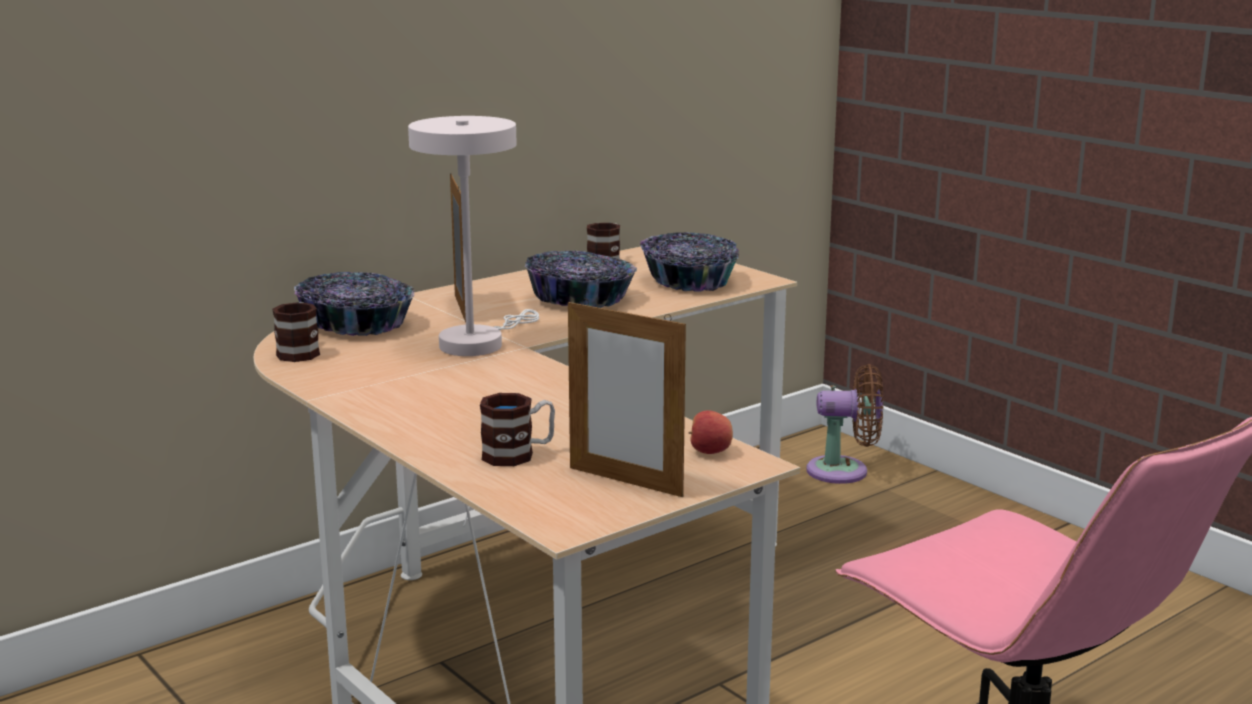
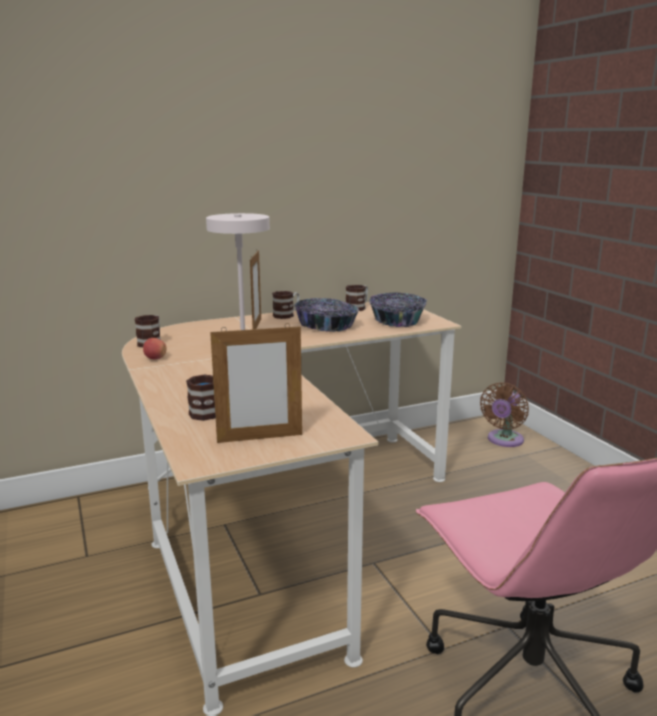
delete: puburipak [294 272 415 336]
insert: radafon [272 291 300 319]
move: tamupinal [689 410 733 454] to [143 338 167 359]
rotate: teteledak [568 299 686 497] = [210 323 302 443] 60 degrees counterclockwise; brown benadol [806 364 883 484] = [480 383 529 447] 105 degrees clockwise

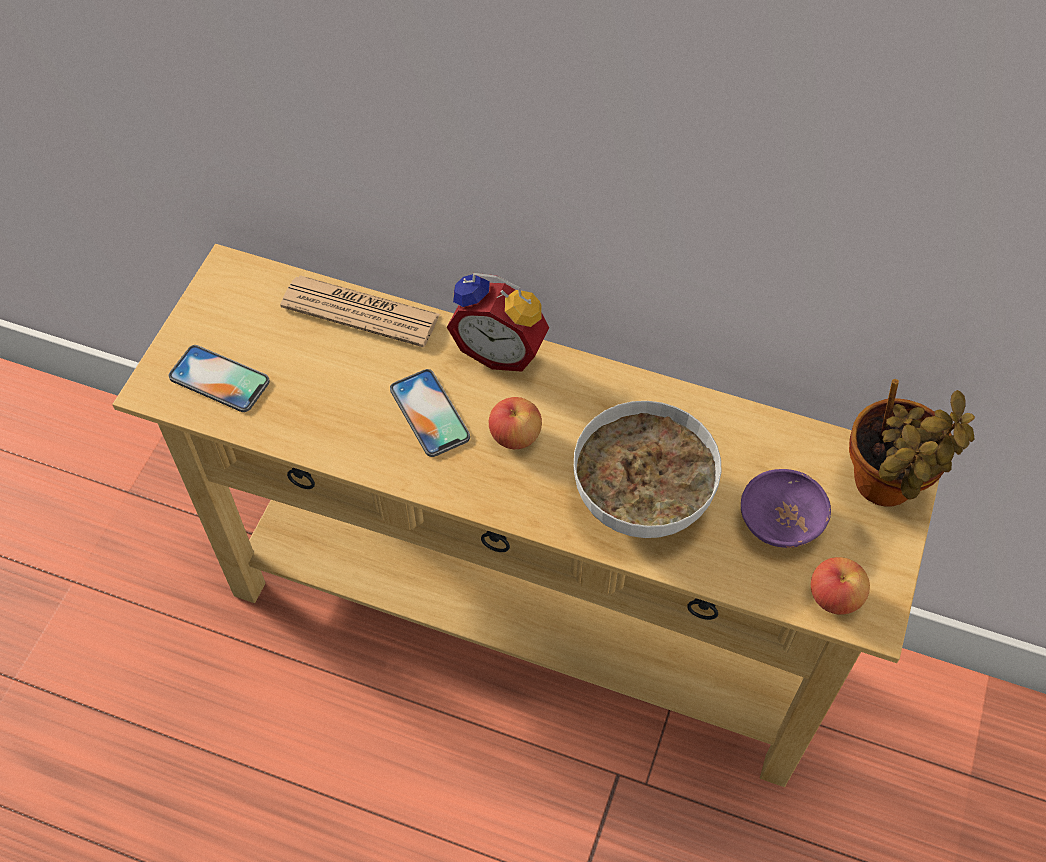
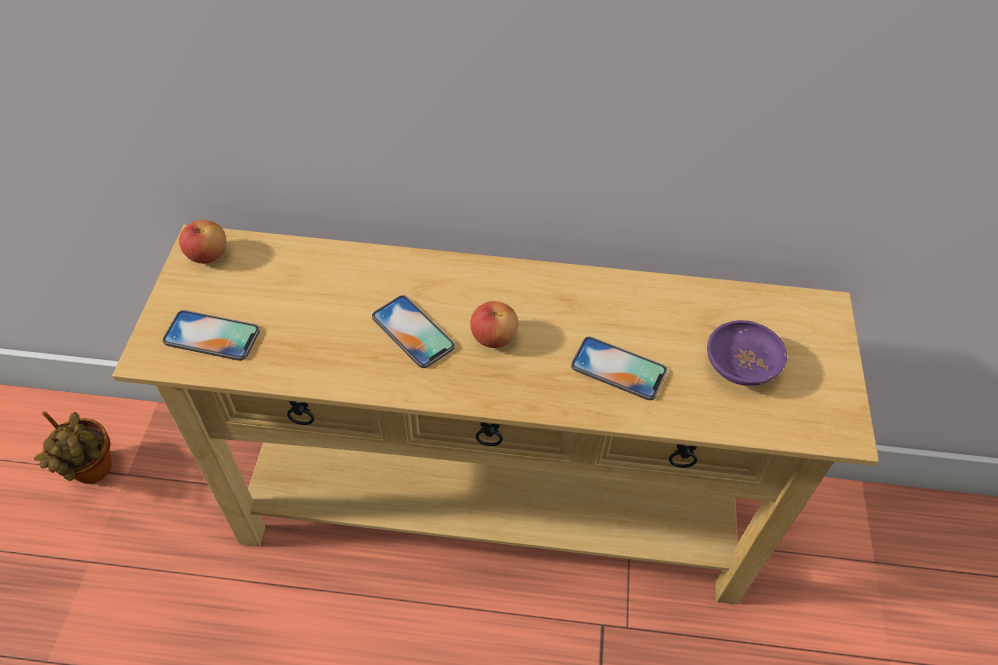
delete: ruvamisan [280 275 440 347]; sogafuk [447 273 549 372]
move: tamupinal [811 557 870 615] to [179 220 226 264]; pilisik [849 379 975 507] to [34 411 112 484]
replace: puburipak [574 401 722 538] to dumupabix [571 336 667 400]

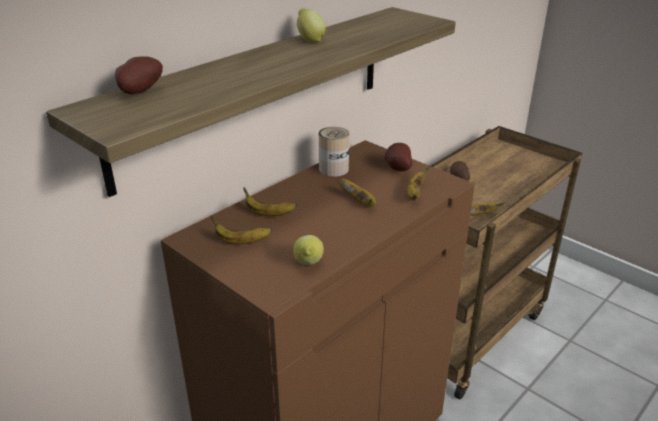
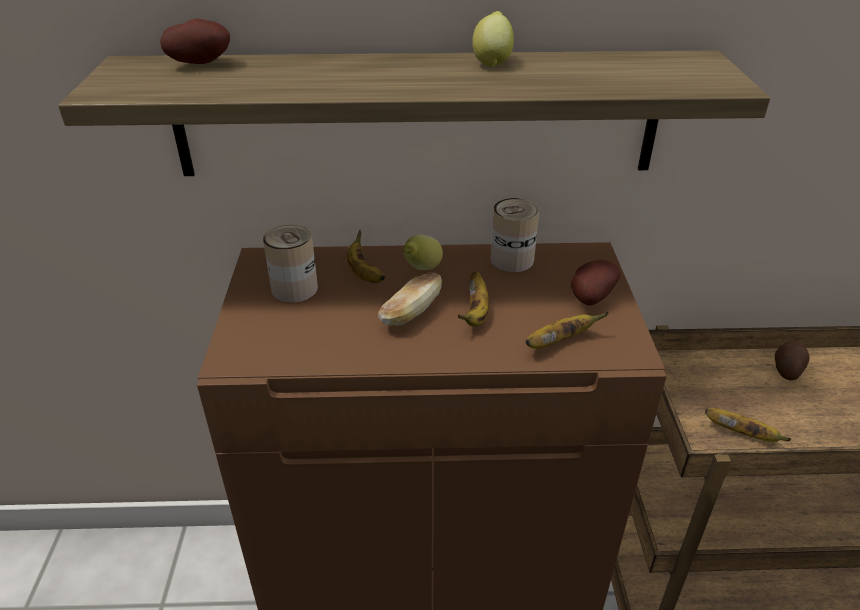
insert: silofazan [378 272 442 326]
move: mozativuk [293 235 324 265] to [404 235 443 270]
replace: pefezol [211 216 272 244] to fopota [263 224 318 303]

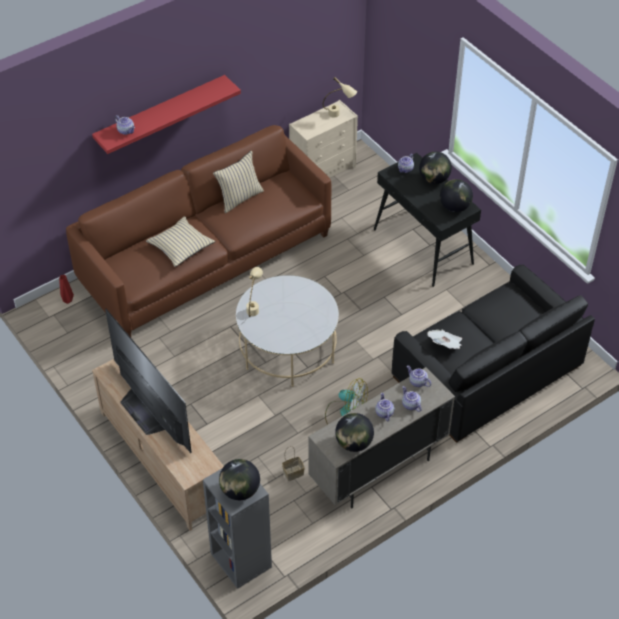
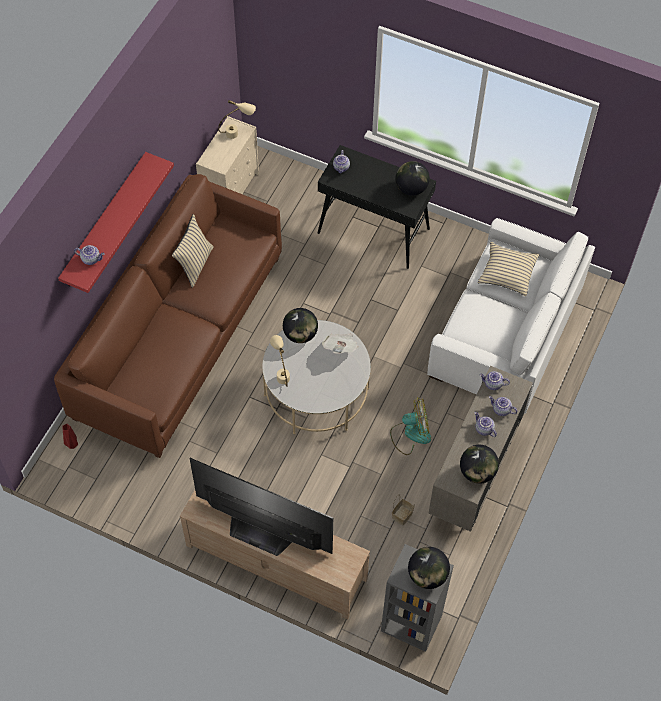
move: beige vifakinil [146 216 215 267] to [478 242 539 296]; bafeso [419 152 452 184] to [283 308 318 343]; ruvamisan [427 330 462 349] to [322 334 358 354]
recolor: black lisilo [391 264 595 443] to white lisilo [427 218 595 414]

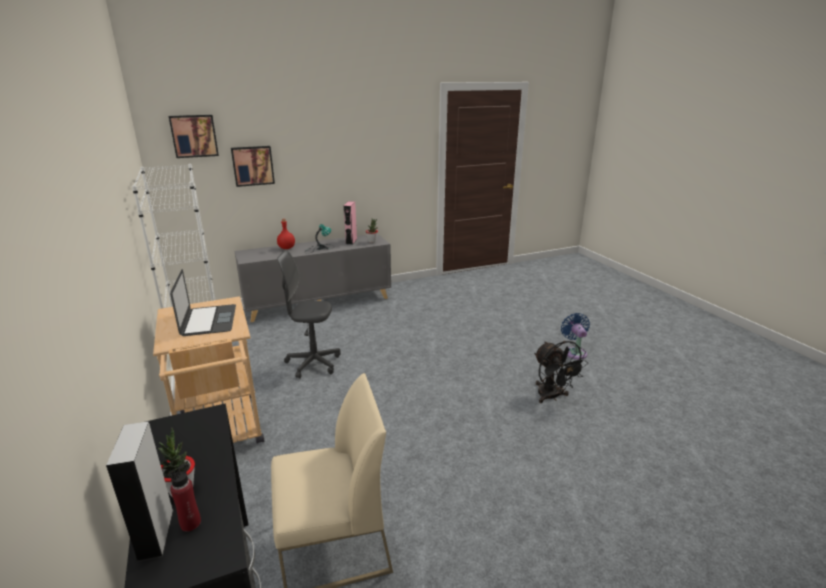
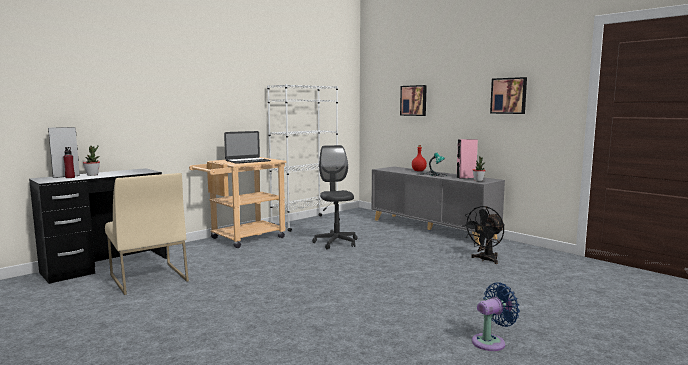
move: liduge [169 115 219 158] to [490 77 527 114]; black benadol [534 341 588 403] to [462 206 505 264]

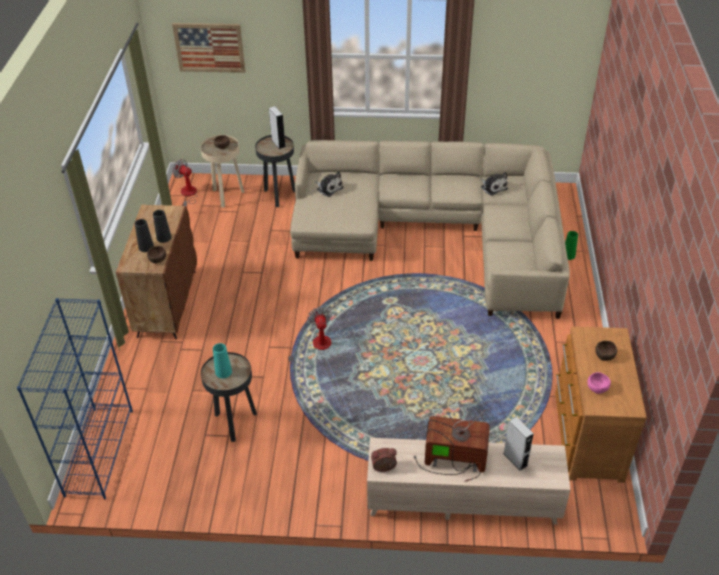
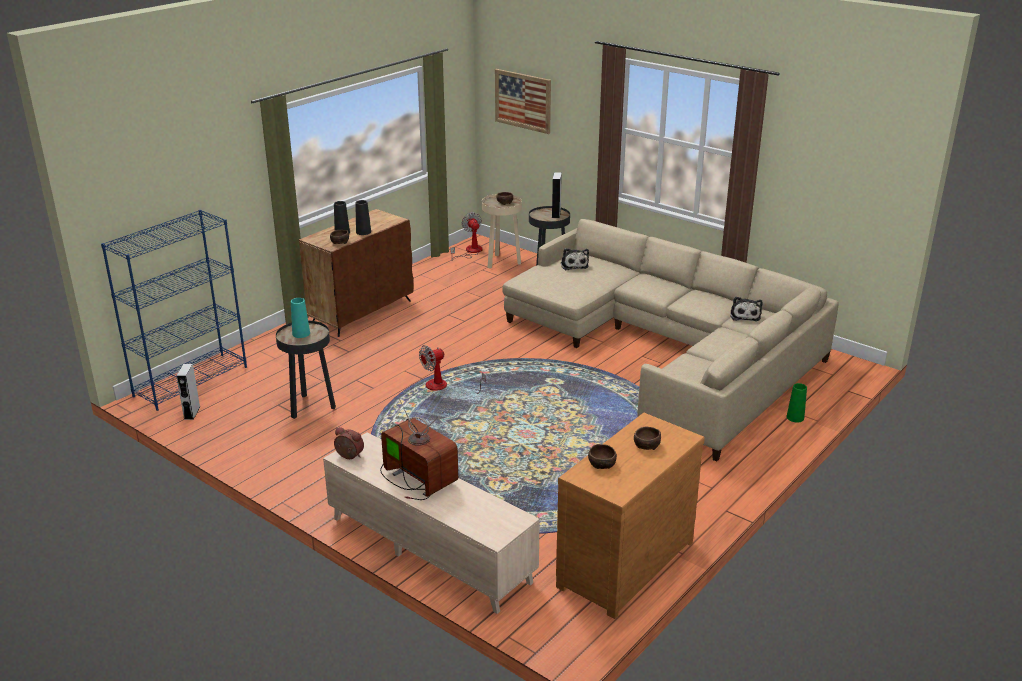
move: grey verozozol [503 417 534 471] to [176 364 200 420]
recolor: pink puburipak [587 372 611 394] to brown puburipak [588 444 617 469]
rotate: benadol [288 307 332 365] = [419 345 486 394] 150 degrees counterclockwise

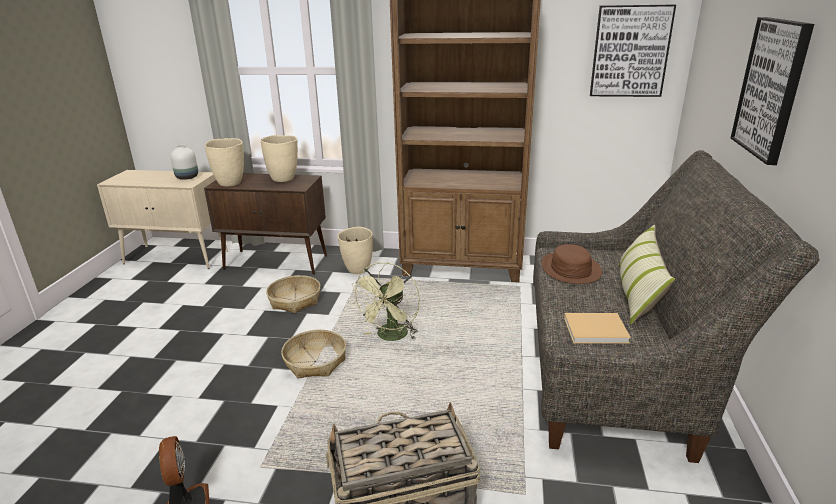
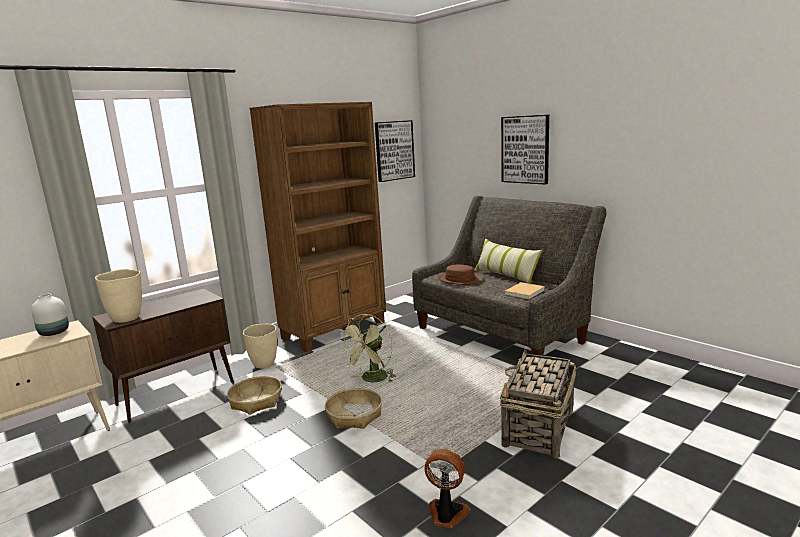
delete: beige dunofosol [260 135 298 182]
rotate: green benadol [351 262 420 341] = [340 314 396 383] 60 degrees clockwise

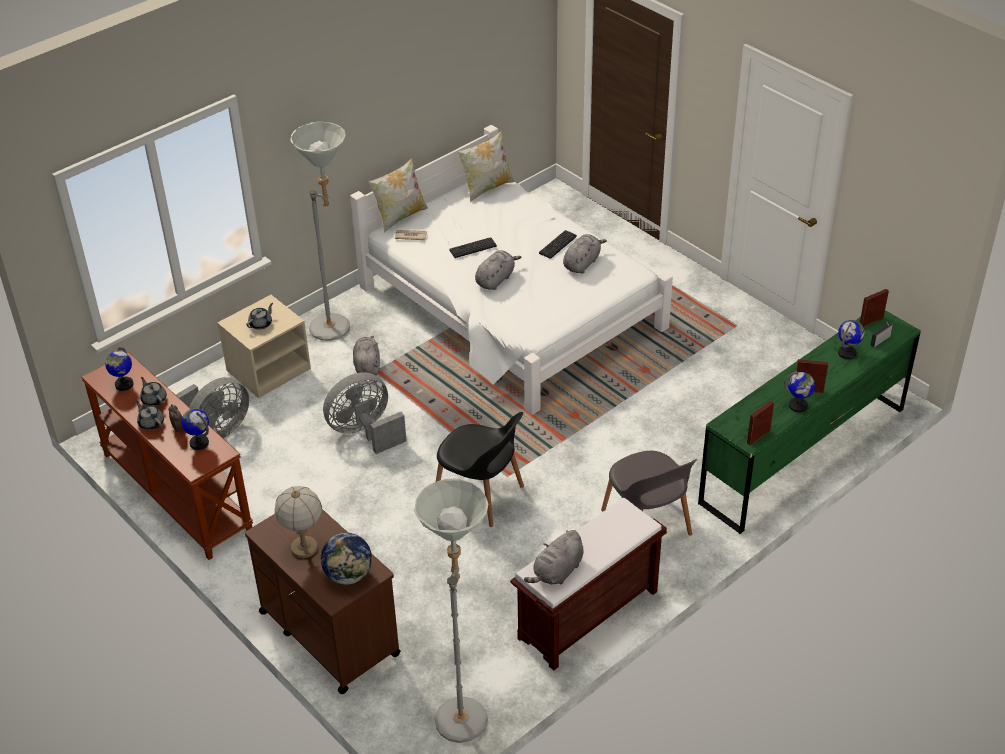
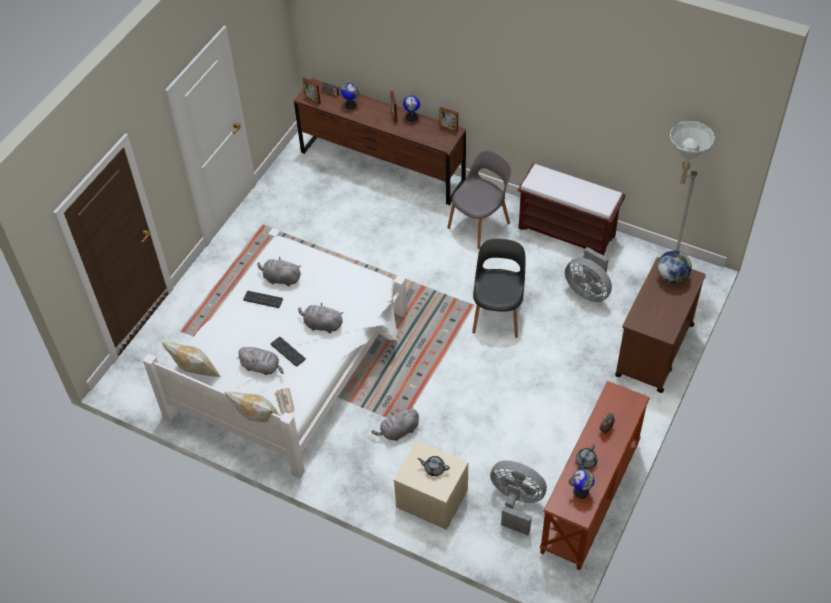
delete: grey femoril [136 401 164 430]; bafeso [181 408 209 450]; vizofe [275 486 322 558]; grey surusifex [290 122 350 341]
move: grey benadol [323 372 407 454] to [565 247 612 302]; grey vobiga [524 530 584 585] to [237 347 284 375]
recolor: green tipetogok [698 310 921 534] to brown tipetogok [294 78 466 205]

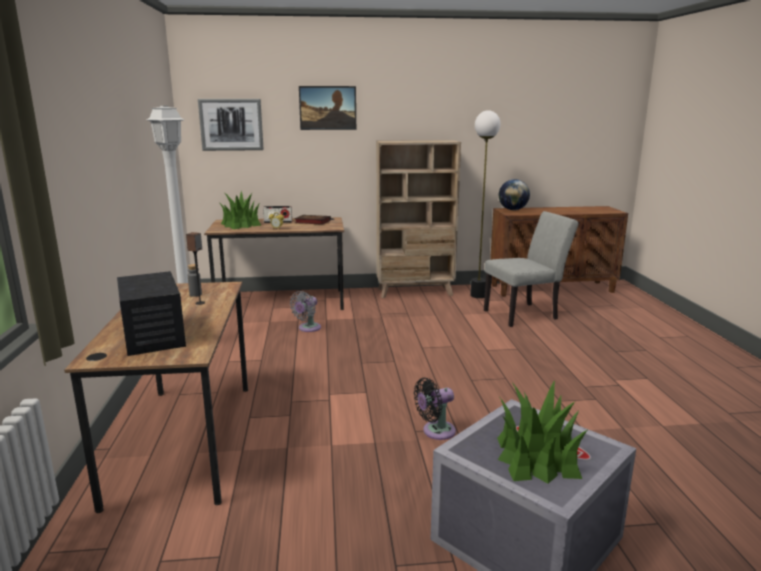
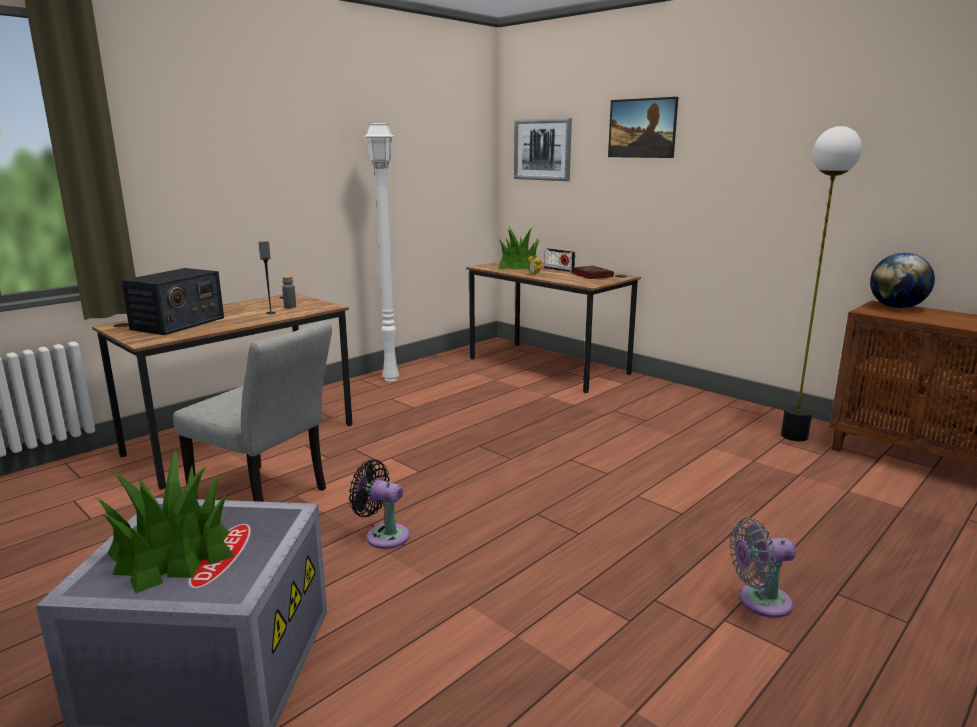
delete: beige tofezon [376 140 461 298]
move: grey benadol [290 291 321 332] to [729 518 796 618]; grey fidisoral [484 211 578 327] to [173 321 332 502]

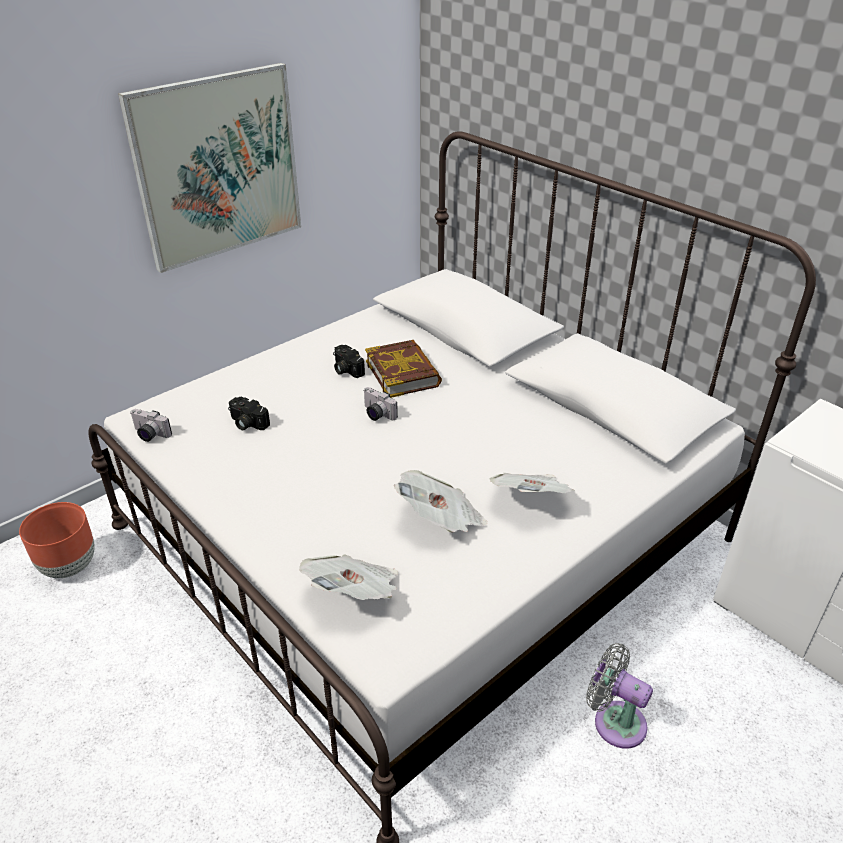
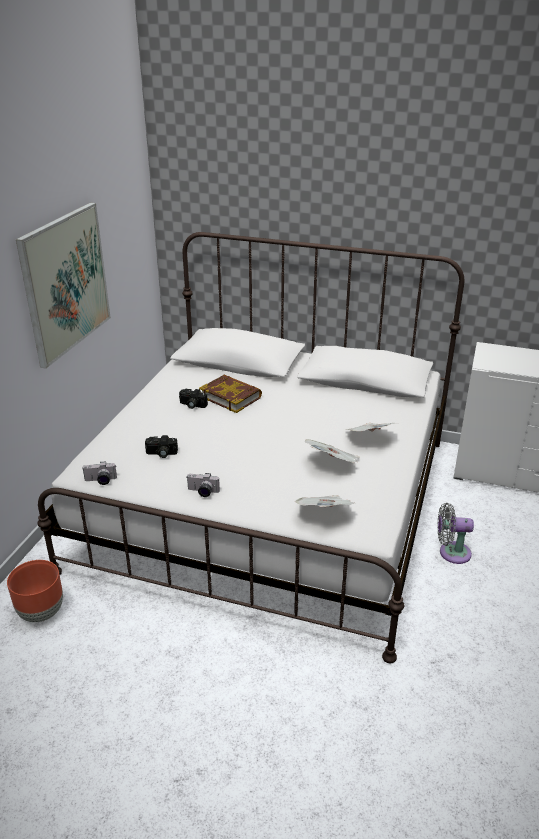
move: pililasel [363 387 398 421] to [187 473 220 497]

